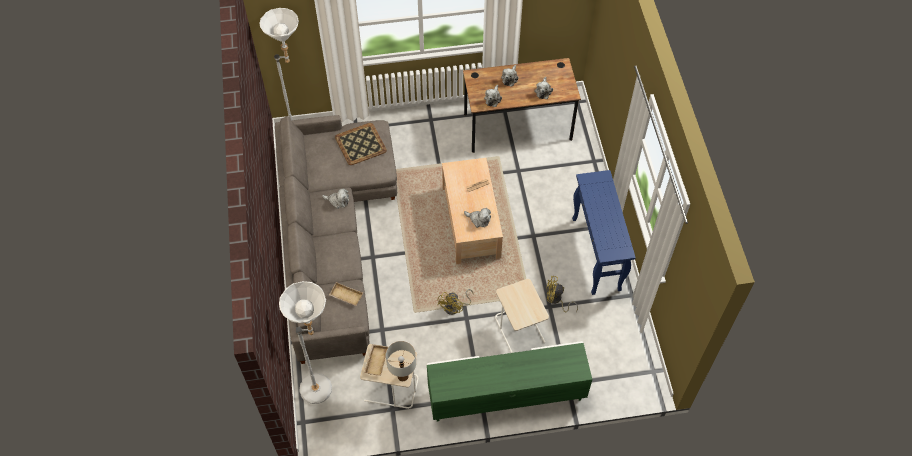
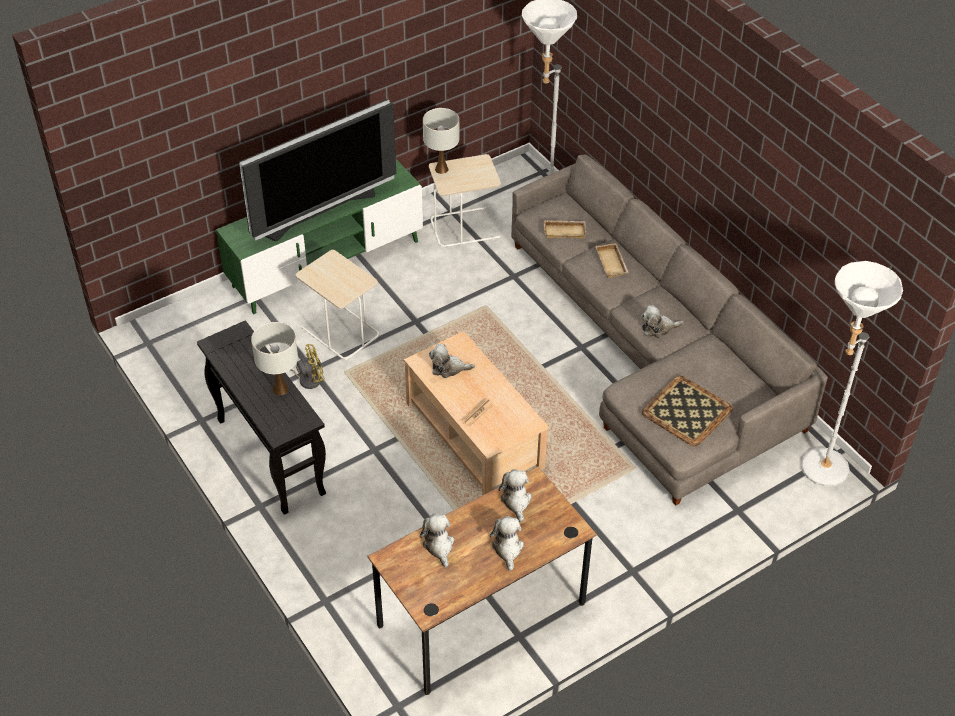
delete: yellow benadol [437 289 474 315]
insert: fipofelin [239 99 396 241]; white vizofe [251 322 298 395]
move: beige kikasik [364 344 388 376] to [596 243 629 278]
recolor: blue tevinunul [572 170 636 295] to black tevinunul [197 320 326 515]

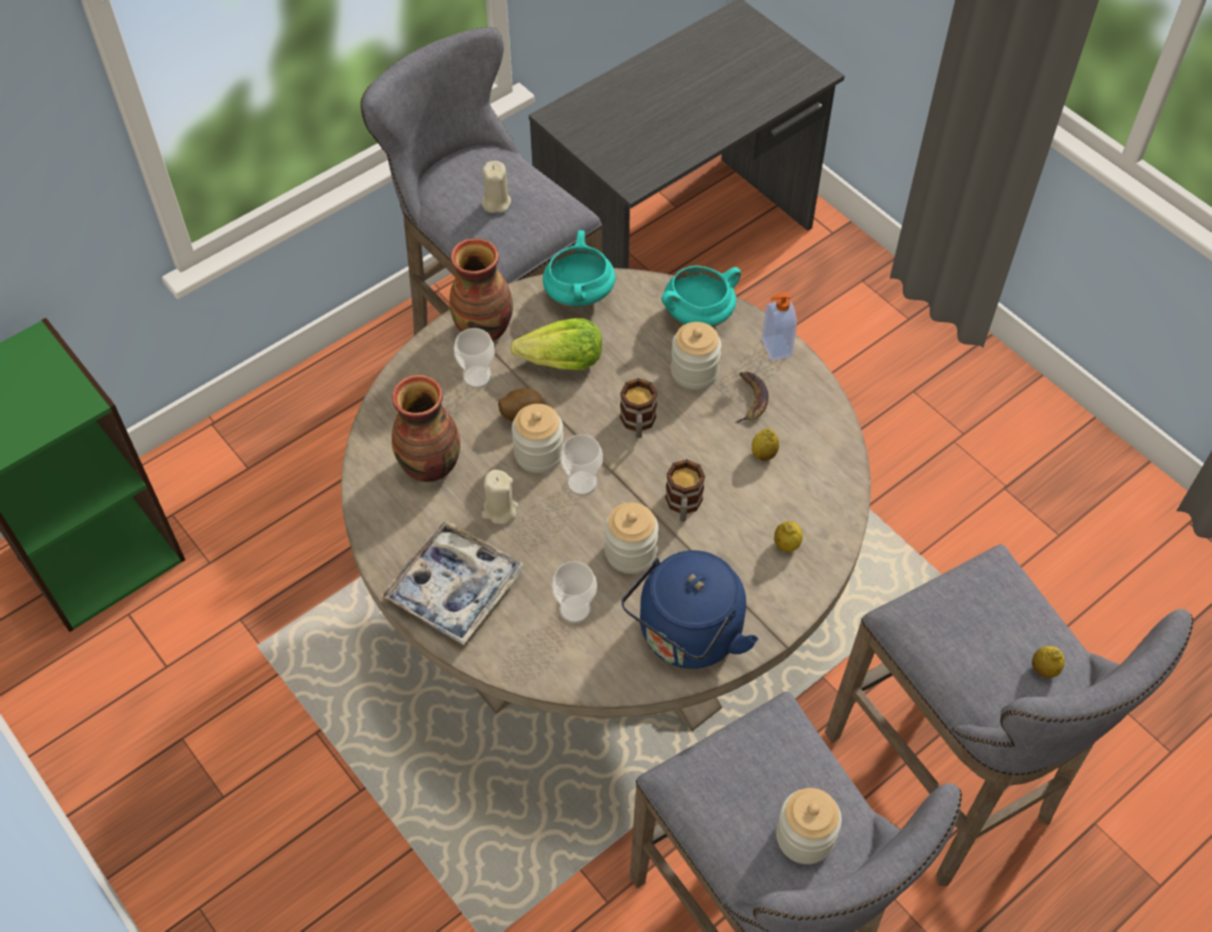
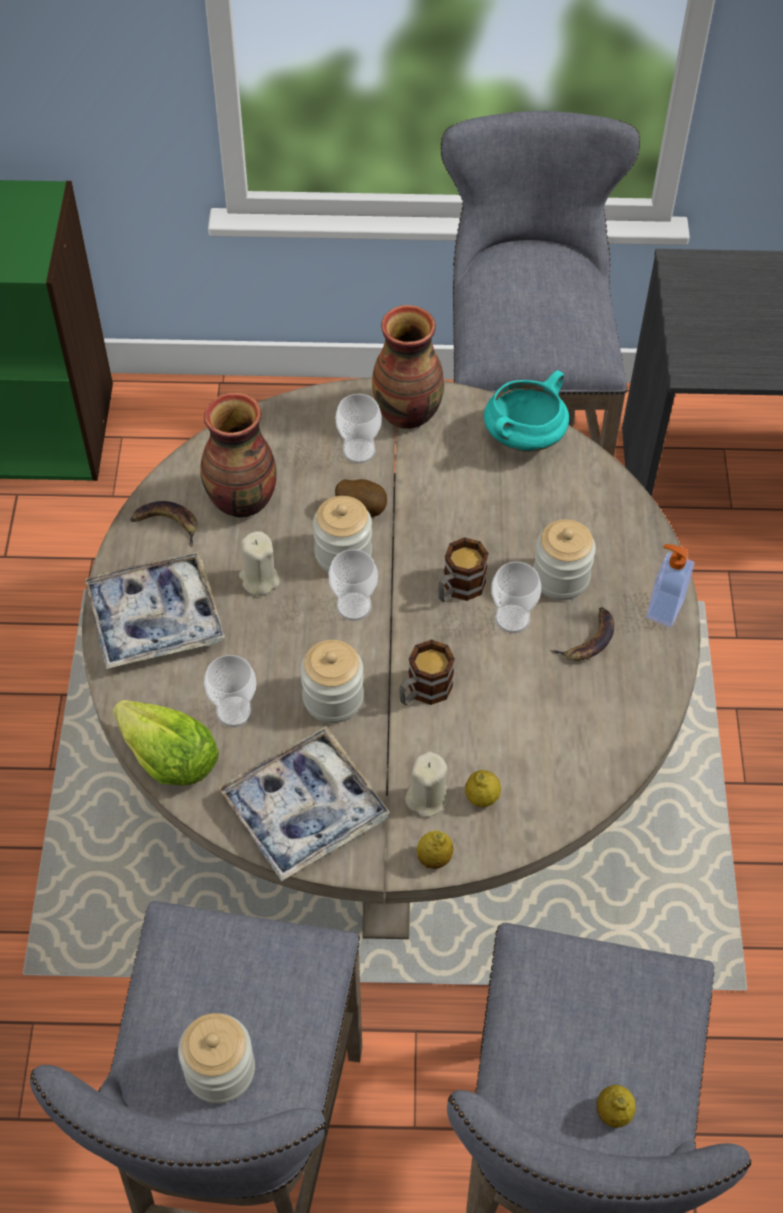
delete: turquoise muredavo [661 266 741 327]
insert: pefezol [130 501 198 547]; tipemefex [491 562 541 633]
move: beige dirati [482 161 511 213] to [405 752 449 818]; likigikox [510 318 602 370] to [113 700 219 786]; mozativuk [752 428 779 461] to [417 830 453 869]
replace: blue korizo [621 550 758 669] to kikasik [218 726 390 882]

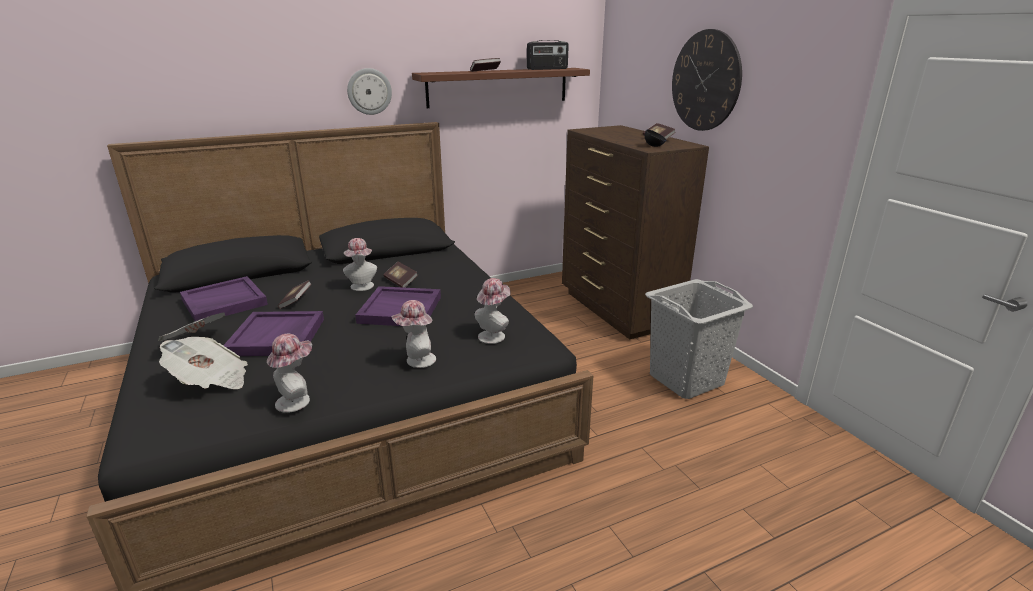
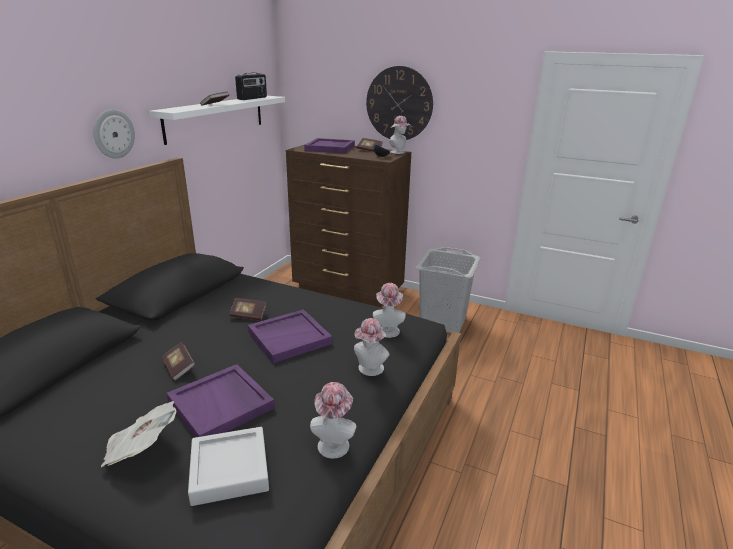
move: purple kikasik [180 276 268 321] to [304 138 355 154]; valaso [343 238 377 291] to [389 116 411 154]
replace: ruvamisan [159 337 248 389] to grey kikasik [188 427 269 506]
recolor: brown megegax [412 68 590 108] to white megegax [149 96 285 145]

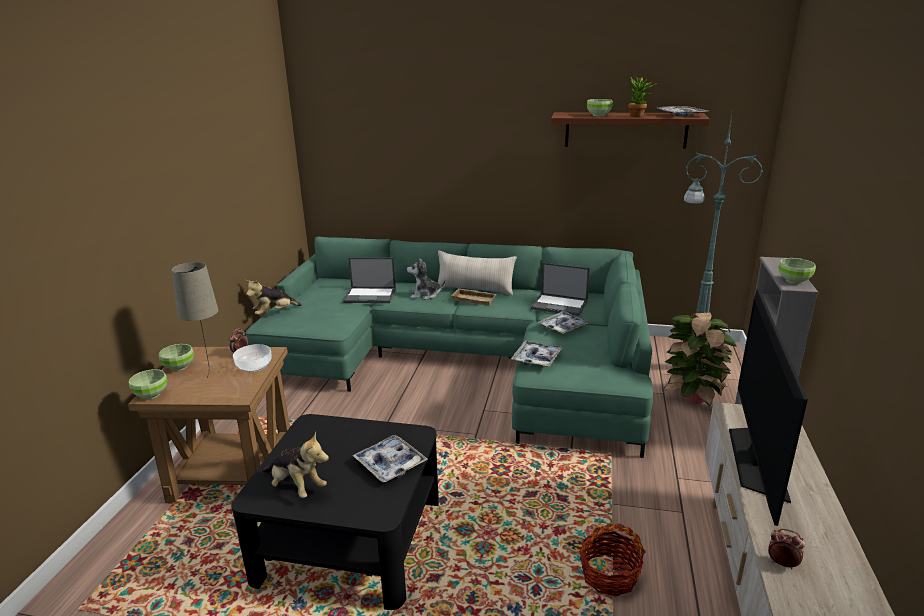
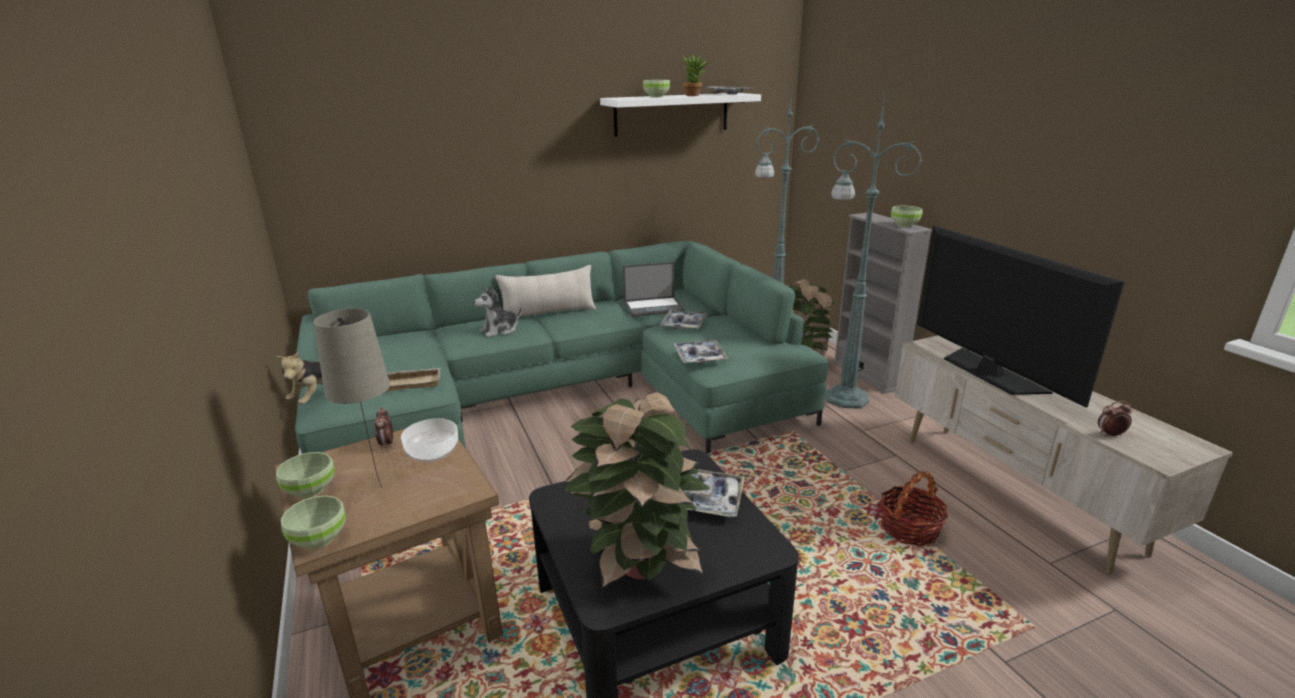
delete: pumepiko [343 257 396 303]
insert: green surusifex [826 92 922 409]
move: beige kikasik [452 288 497 305] to [386 368 440 392]
replace: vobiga [262 432 329 498] to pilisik [564 392 710 588]
recolor: brown megegax [551 112 710 148] to white megegax [600 93 761 136]

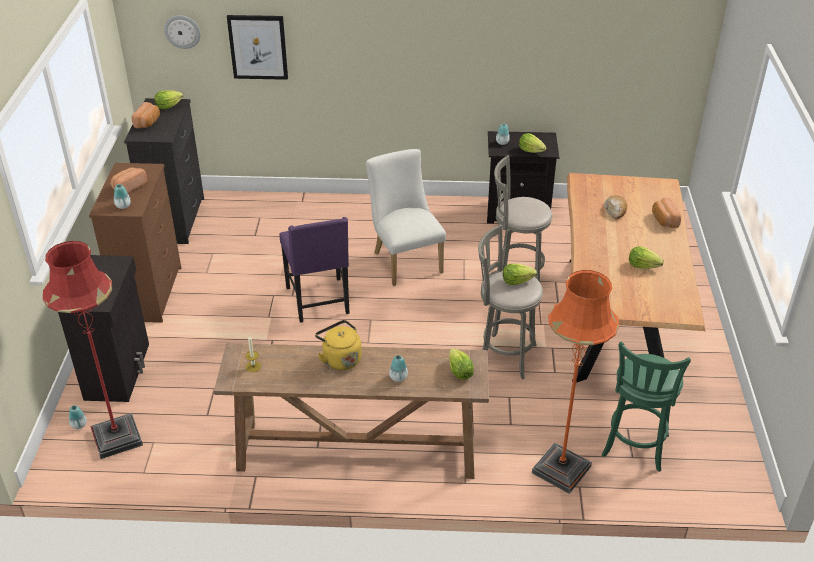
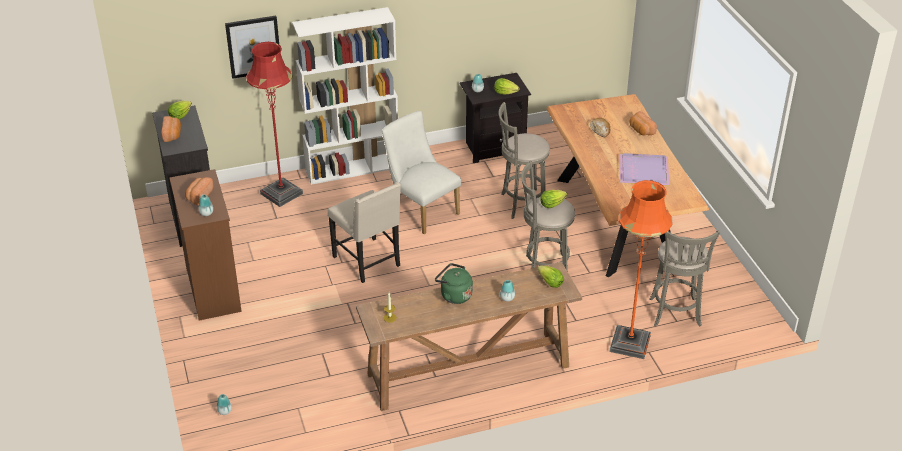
delete: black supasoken [58 255 149 402]; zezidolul [164 15 201 49]
insert: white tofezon [292 7 398 185]
move: red surusifex [43 241 143 459] to [246 42 303 207]
replace: likigikox [629 246 664 269] to purple kikasik [620 153 670 185]
recolor: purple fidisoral [280 217 350 323] to beige fidisoral [328 182 401 283]; yellow korizo [315 320 362 370] to green korizo [435 263 473 304]; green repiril [602 342 691 472] to grey repiril [650 230 720 327]

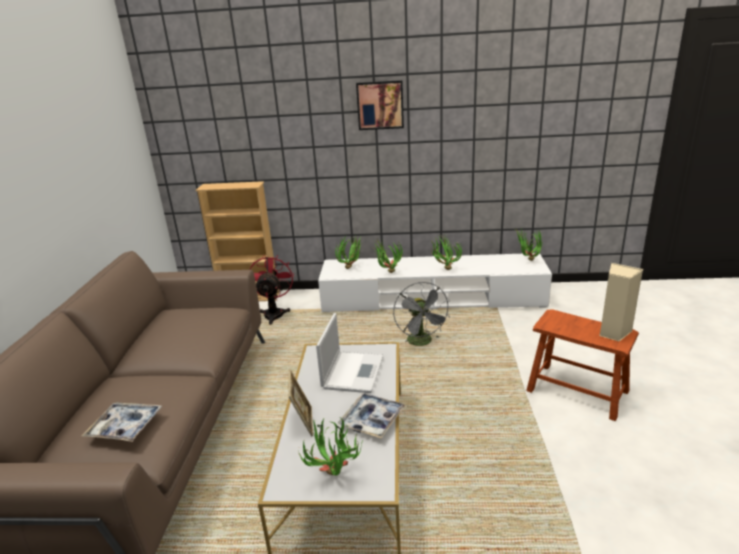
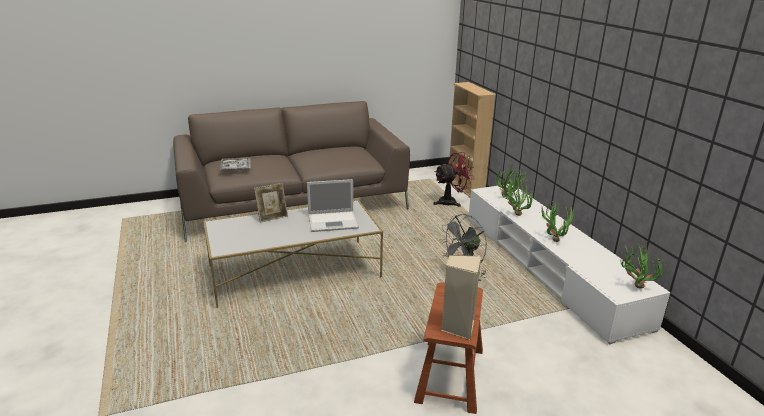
delete: pilisik [298 418 364 475]; kikasik [338 393 406 439]; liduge [356 80 404 130]

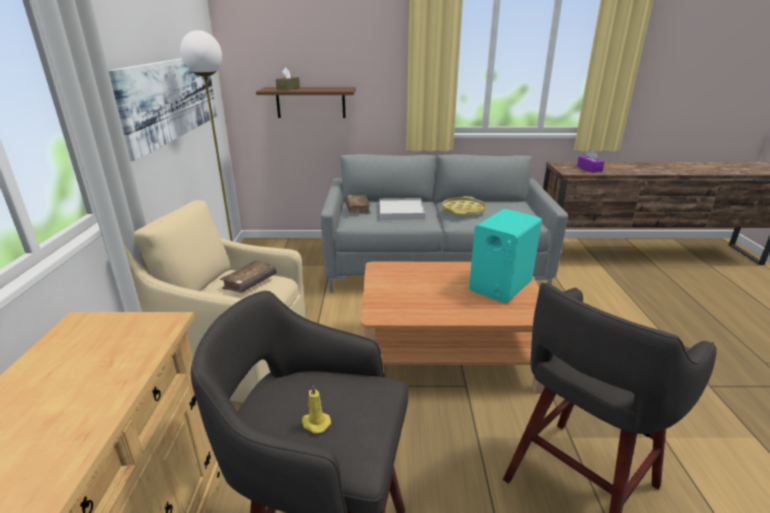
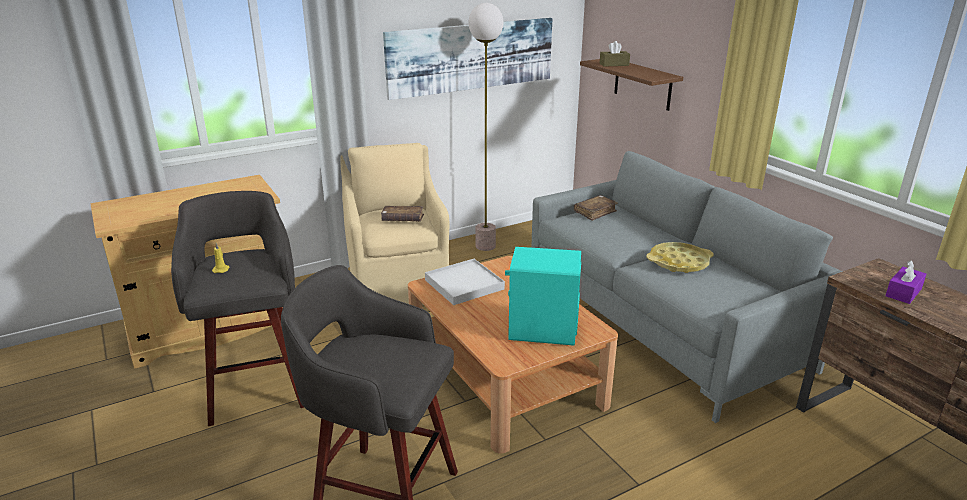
move: white kikasik [379 198 425 220] to [425 259 505 305]

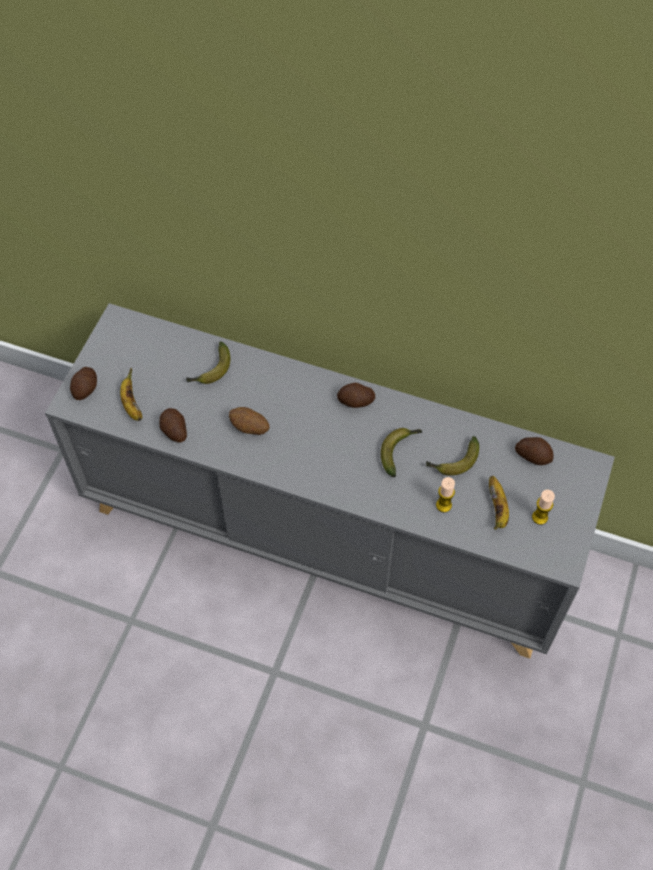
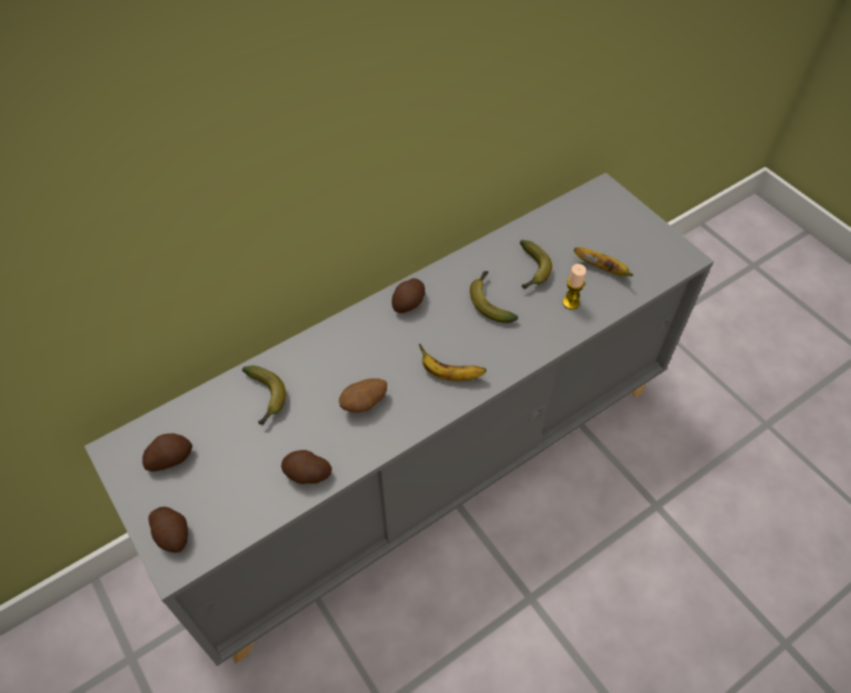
delete: dirati [532 490 555 525]
move: pefezol [120 368 142 421] to [419 344 486 381]; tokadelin [515 437 554 465] to [142 433 192 472]

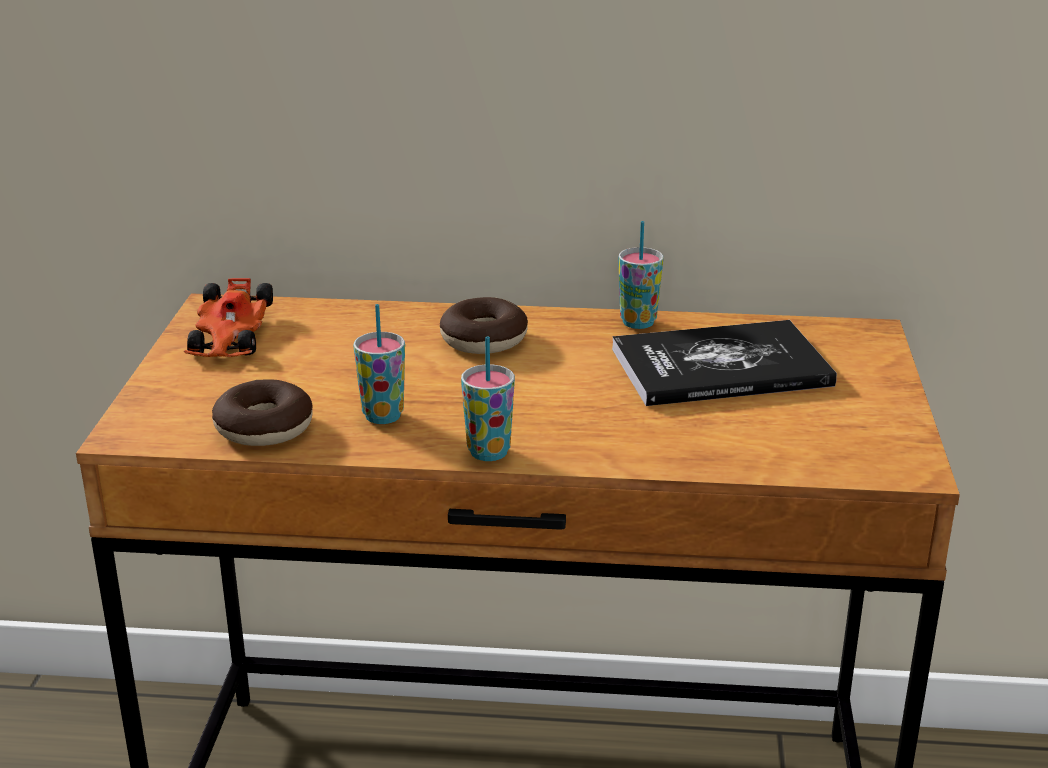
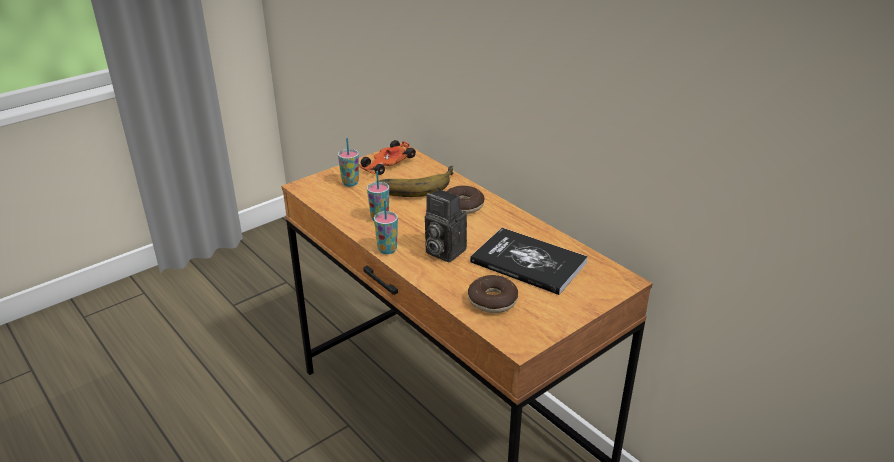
insert: pefezol [379 166 454 197]; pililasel [425 189 467 262]
move: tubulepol [212 379 313 446] to [468 275 518 313]; tipemefex [618 221 664 329] to [338 138 359 187]

